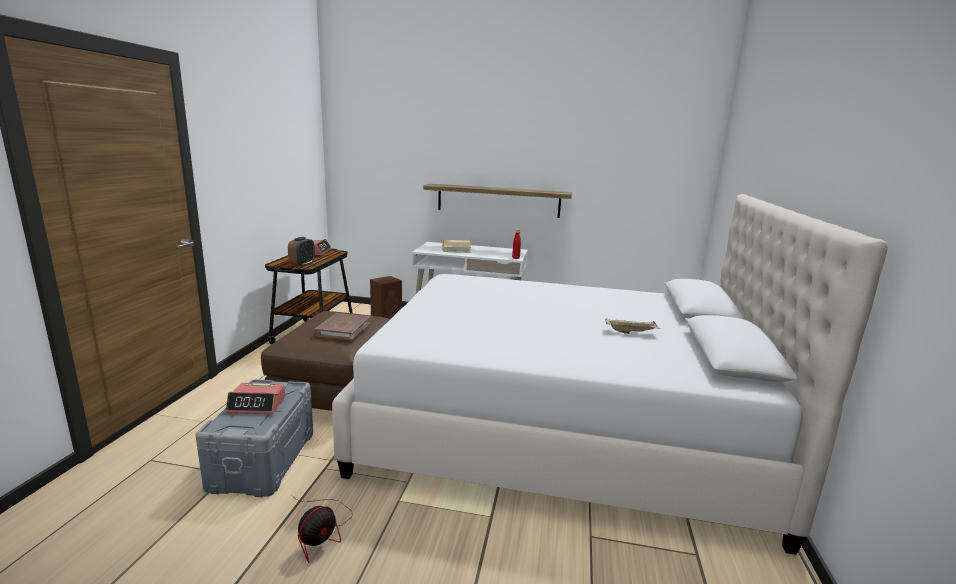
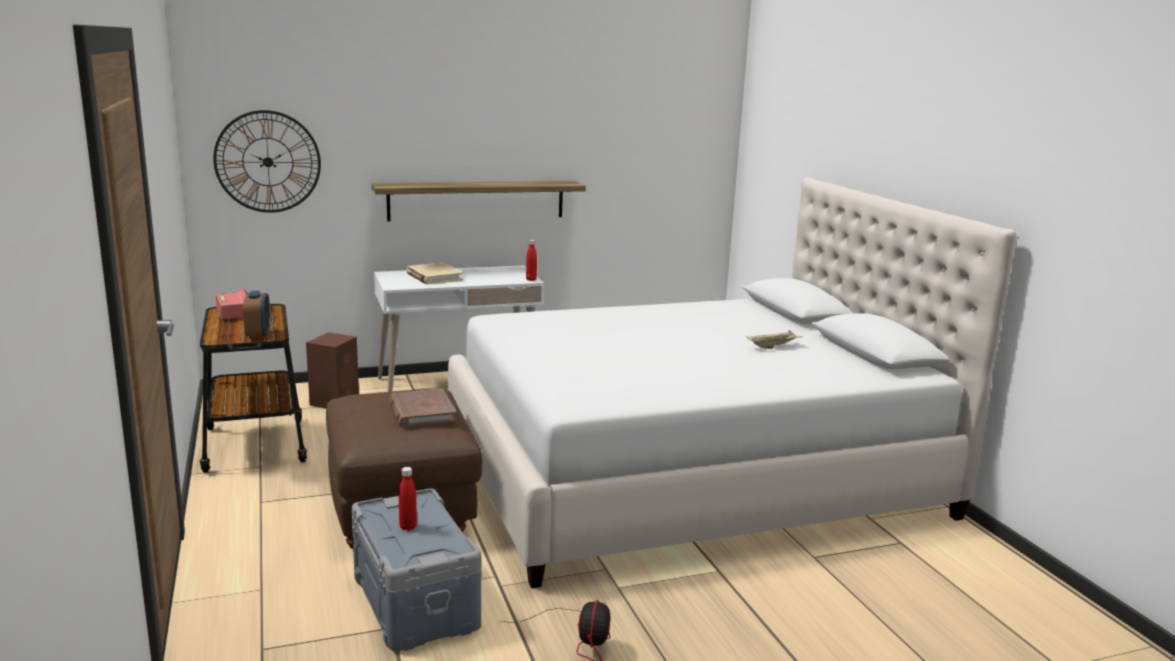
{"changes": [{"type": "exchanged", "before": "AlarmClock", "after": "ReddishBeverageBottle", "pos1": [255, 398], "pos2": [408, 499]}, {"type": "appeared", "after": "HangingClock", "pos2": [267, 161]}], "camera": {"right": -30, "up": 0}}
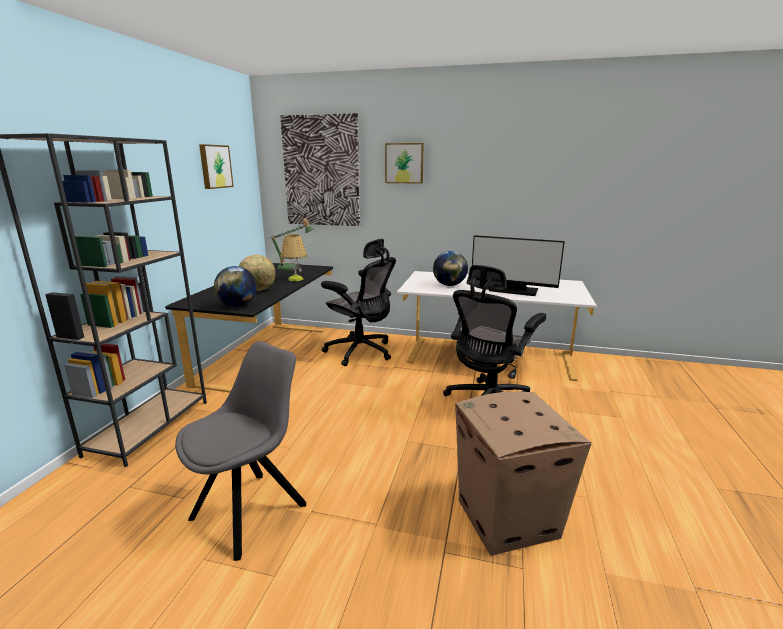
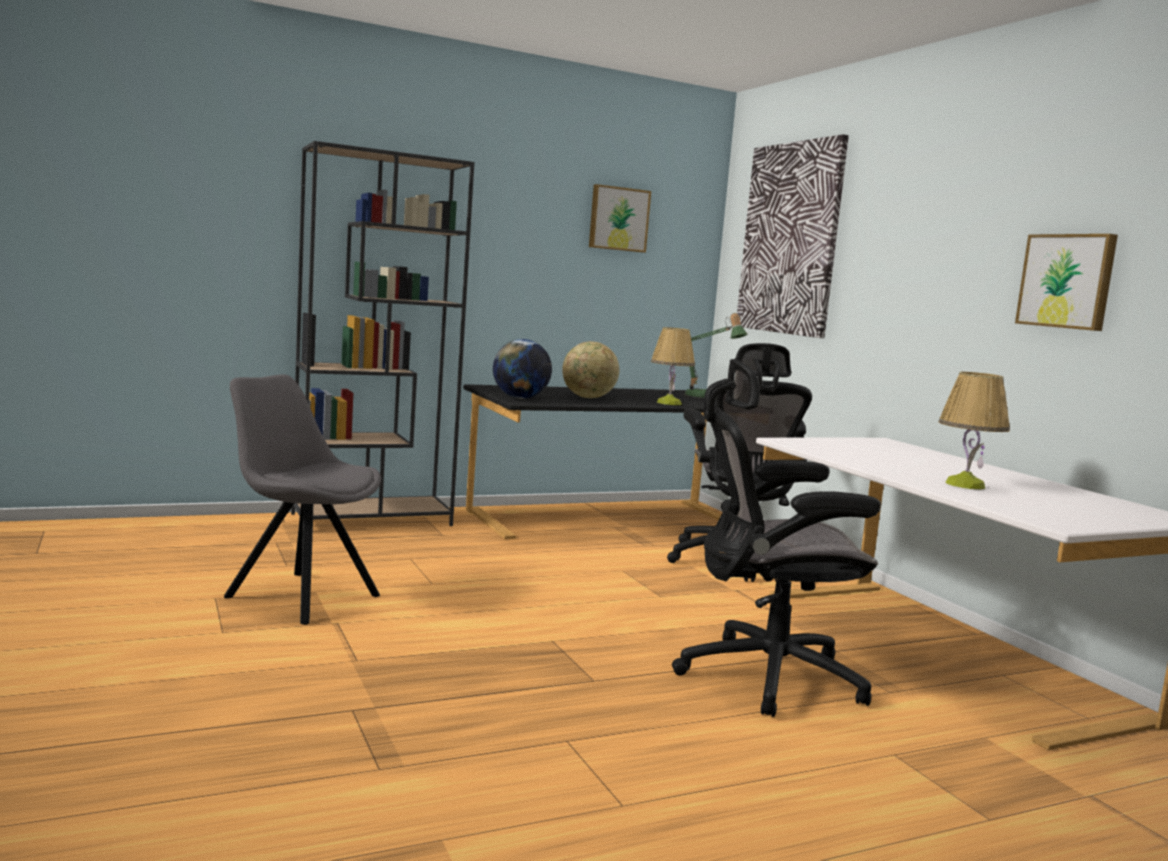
{"changes": [{"type": "spun", "before": "GreyishPlainChair", "pos1": [240, 451], "pos2": [302, 499], "turn": -150}, {"type": "relocated", "before": "WallPicture", "pos1": [404, 163], "pos2": [1066, 282]}, {"type": "missing", "before": "Globe", "pos1": [450, 268]}, {"type": "missing", "before": "PackingBox", "pos1": [523, 473]}, {"type": "exchanged", "before": "ComputerDisplay", "after": "LampForATable", "pos1": [518, 265], "pos2": [974, 430]}], "camera": {"right": 50, "up": -10}}
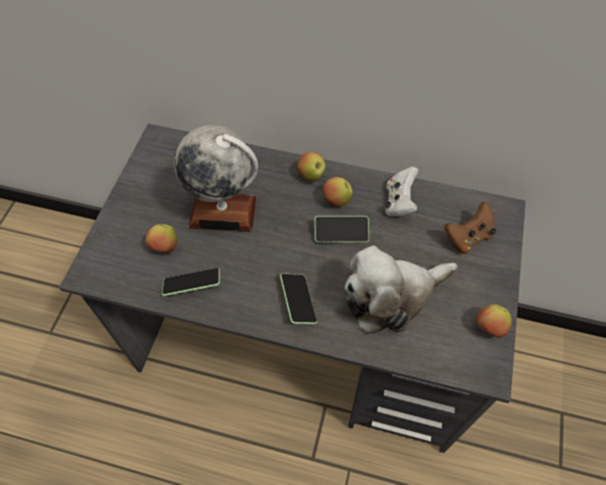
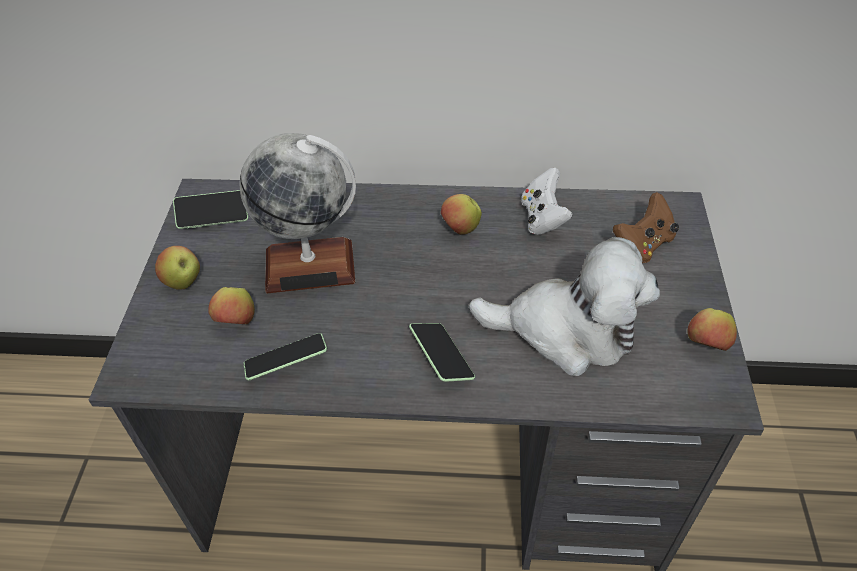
{"changes": [{"type": "relocated", "before": "WholeApple", "pos1": [311, 167], "pos2": [177, 268]}, {"type": "relocated", "before": "Telephone", "pos1": [341, 229], "pos2": [210, 209]}, {"type": "spun", "before": "SoftToy", "pos1": [401, 289], "pos2": [564, 306], "turn": -135}], "camera": {"right": -10, "up": -10}}
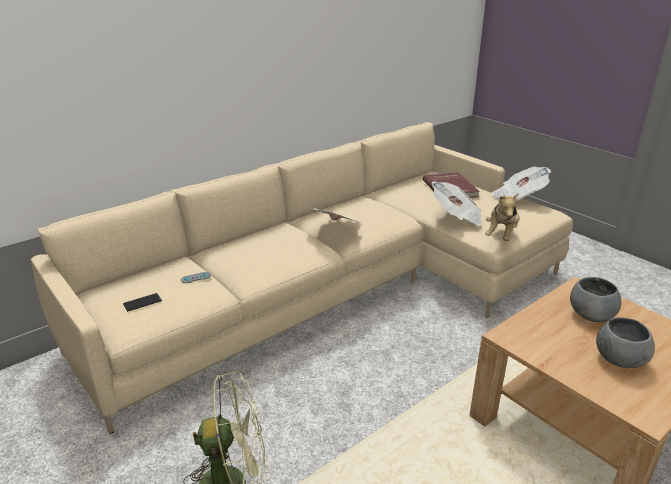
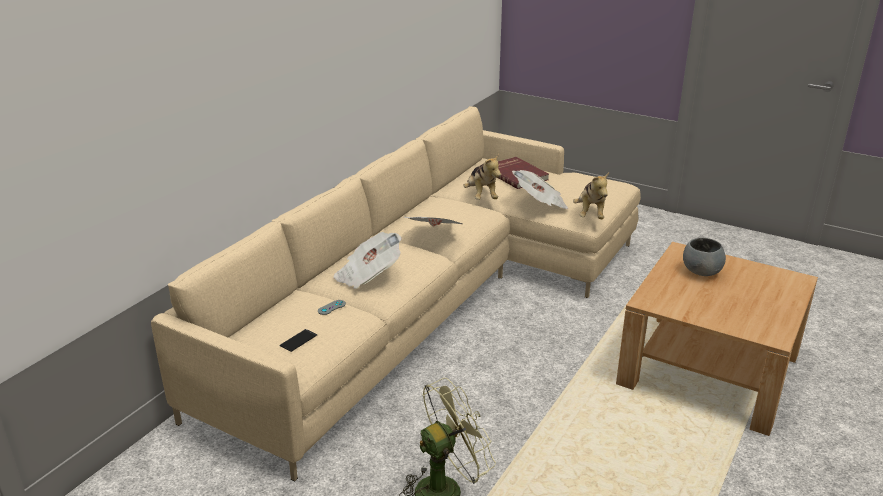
{"changes": [{"type": "relocated", "before": "PrintedPaper", "pos1": [521, 184], "pos2": [368, 260]}, {"type": "missing", "before": "GreyishDeepDish", "pos1": [625, 342]}, {"type": "appeared", "after": "SoftToy", "pos2": [482, 177]}], "camera": {"right": -20, "up": 0}}
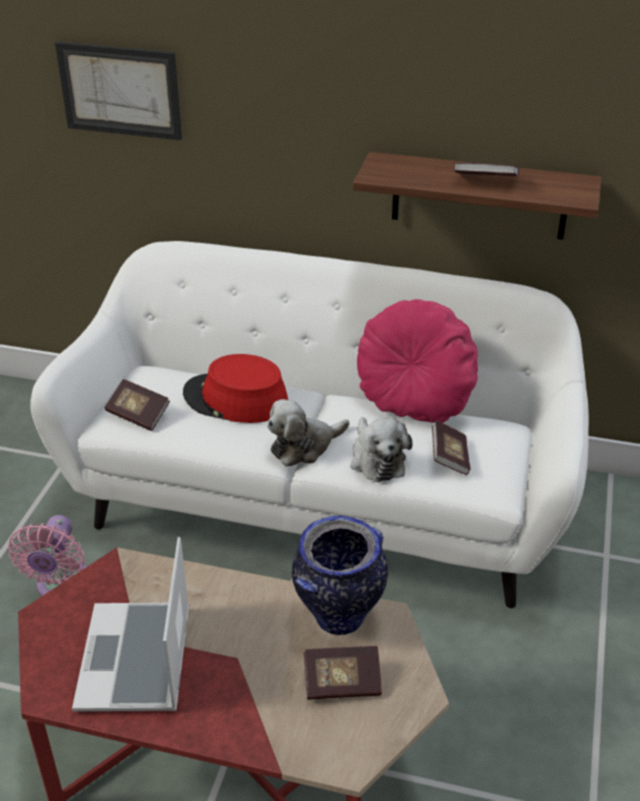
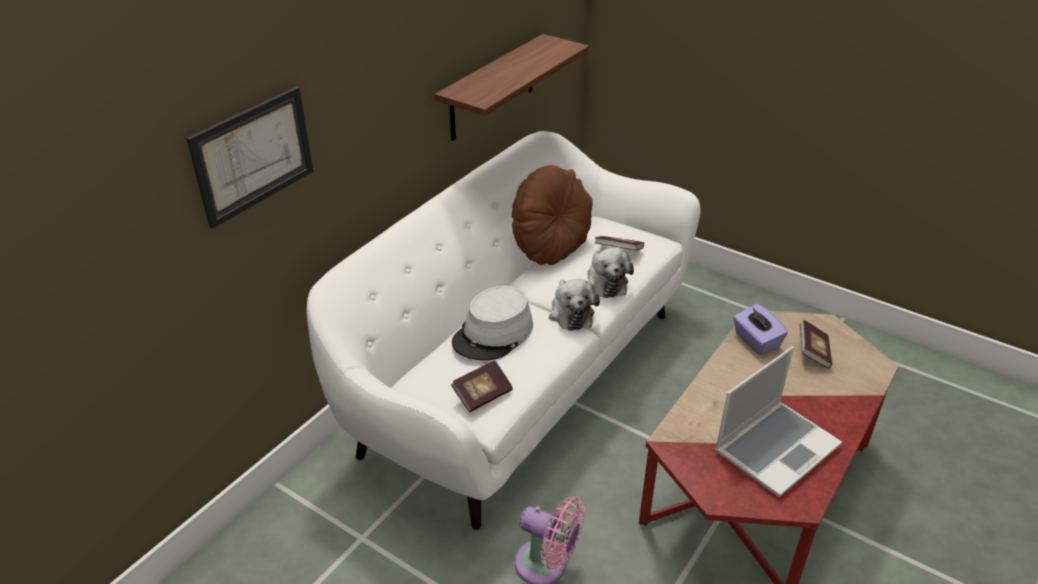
{"changes": [{"type": "spun", "before": "PortableComputer", "pos1": [130, 624], "pos2": [778, 421], "turn": -60}, {"type": "colour", "before": "ReddishWearableHat", "after": "GreyishWearableHat", "pos1": [235, 388], "pos2": [492, 323]}, {"type": "exchanged", "before": "DecorativeVase", "after": "PurplishTissueBox", "pos1": [340, 575], "pos2": [760, 329]}, {"type": "spun", "before": "SoftToy", "pos1": [381, 450], "pos2": [610, 273], "turn": 75}, {"type": "colour", "before": "PinkishPillow", "after": "BrownPillow", "pos1": [417, 361], "pos2": [552, 215]}, {"type": "missing", "before": "Book", "pos1": [486, 169]}], "camera": {"right": -70, "up": 0}}
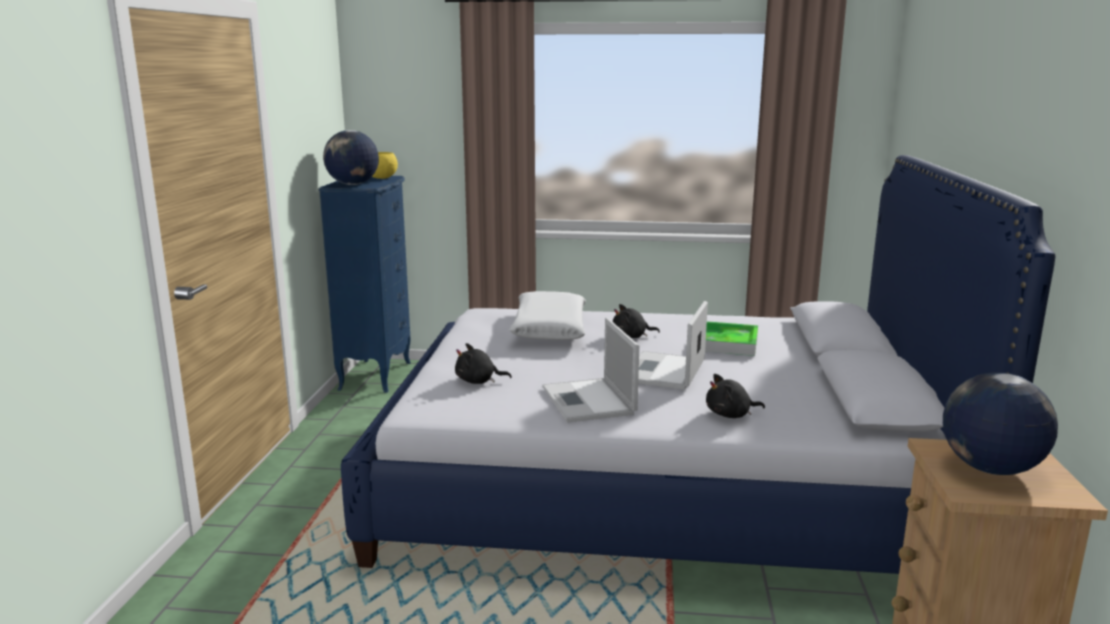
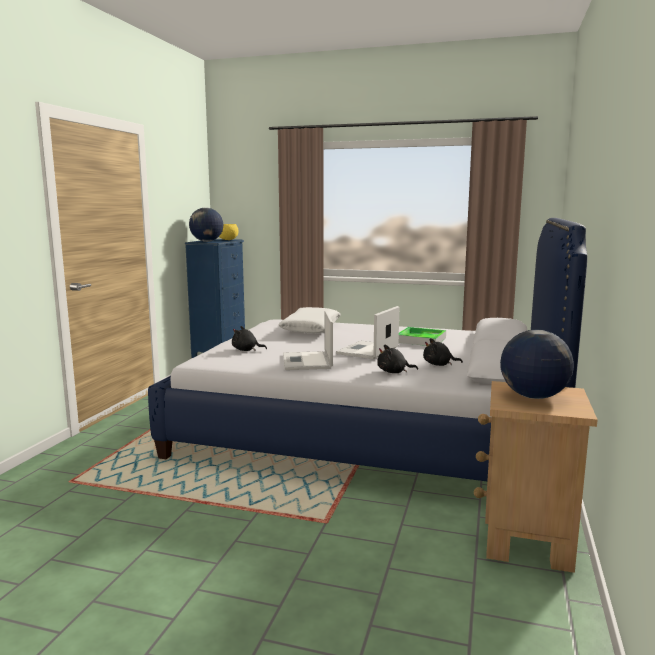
{"changes": [{"type": "relocated", "before": "BlackSoftToy", "pos1": [636, 321], "pos2": [443, 352]}], "camera": {"right": 10, "up": -5}}
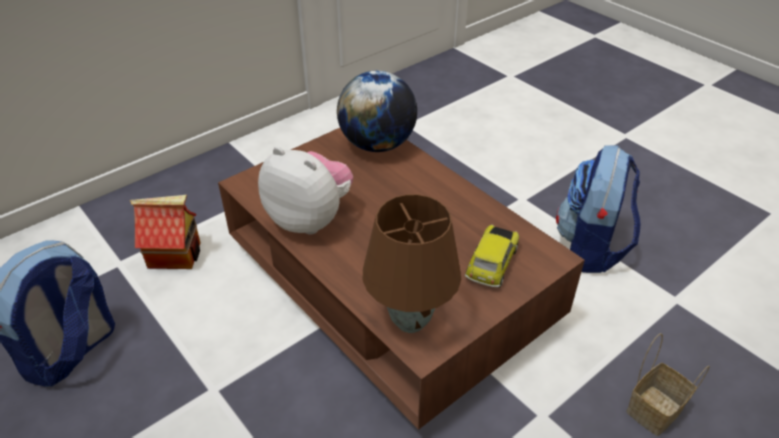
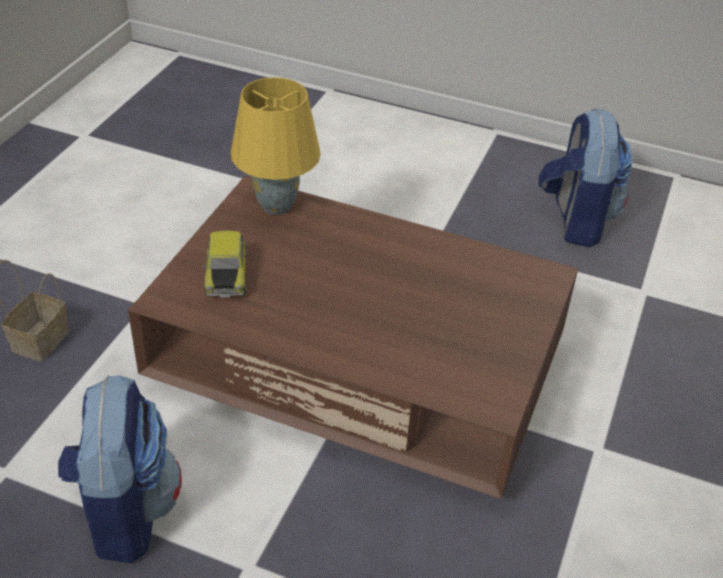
{"changes": [{"type": "missing", "before": "ToyHouse", "pos1": [165, 232]}, {"type": "missing", "before": "SoftToy", "pos1": [305, 191]}, {"type": "missing", "before": "Globe", "pos1": [377, 111]}, {"type": "colour", "before": "BrownLampForATable", "after": "YellowColouredLampForATable", "pos1": [412, 263], "pos2": [276, 146]}], "camera": {"right": 150, "up": 0}}
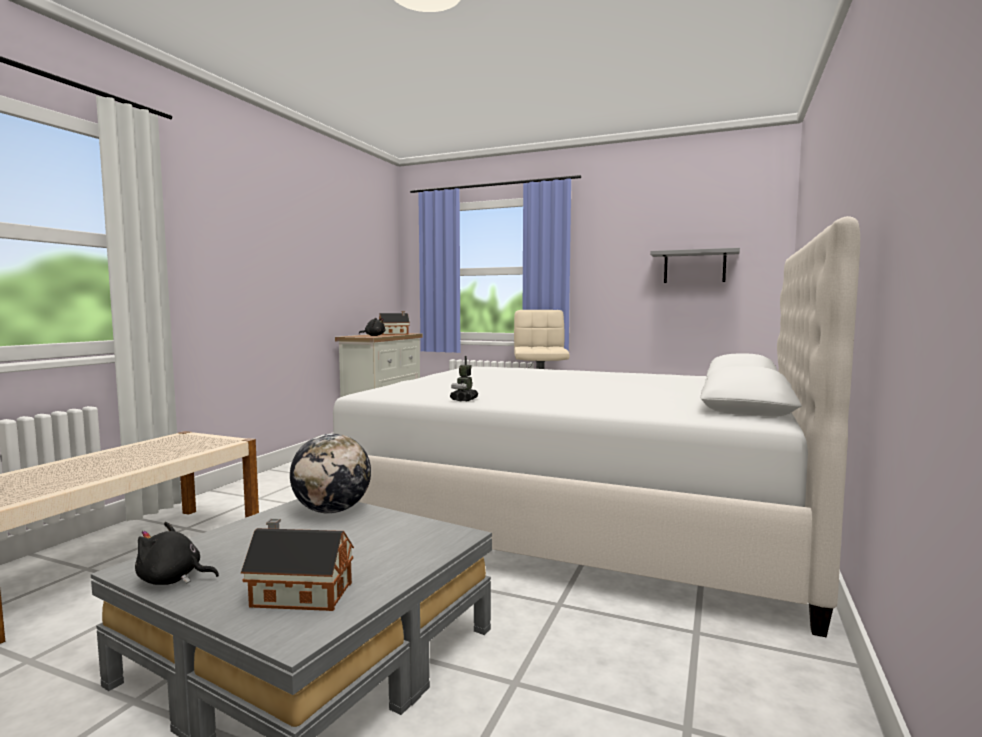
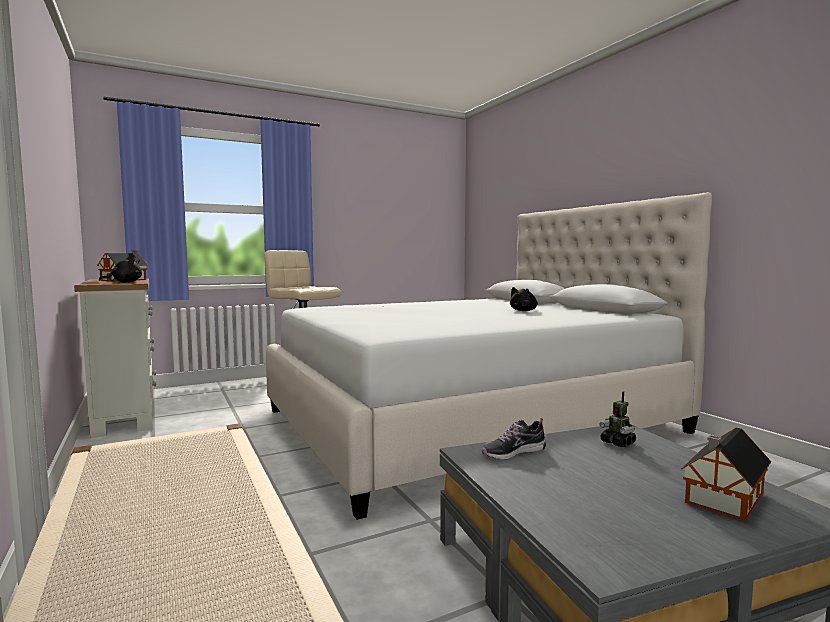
{"changes": [{"type": "relocated", "before": "BlackSoftToy", "pos1": [177, 553], "pos2": [524, 299]}, {"type": "exchanged", "before": "Globe", "after": "Shoe", "pos1": [330, 473], "pos2": [514, 439]}, {"type": "relocated", "before": "ToyRobot", "pos1": [464, 378], "pos2": [617, 419]}, {"type": "missing", "before": "GreyishShelf", "pos1": [695, 265]}], "camera": {"right": -50, "up": 0}}
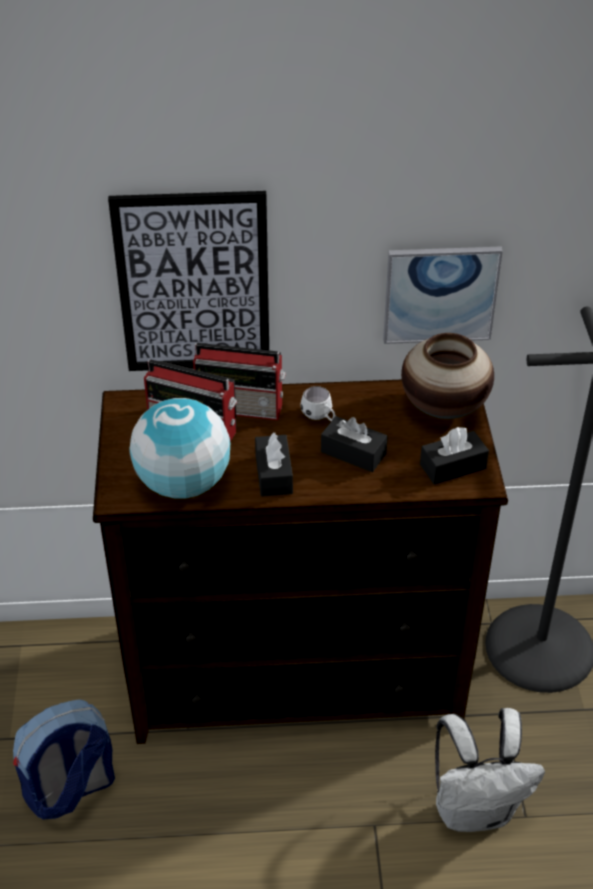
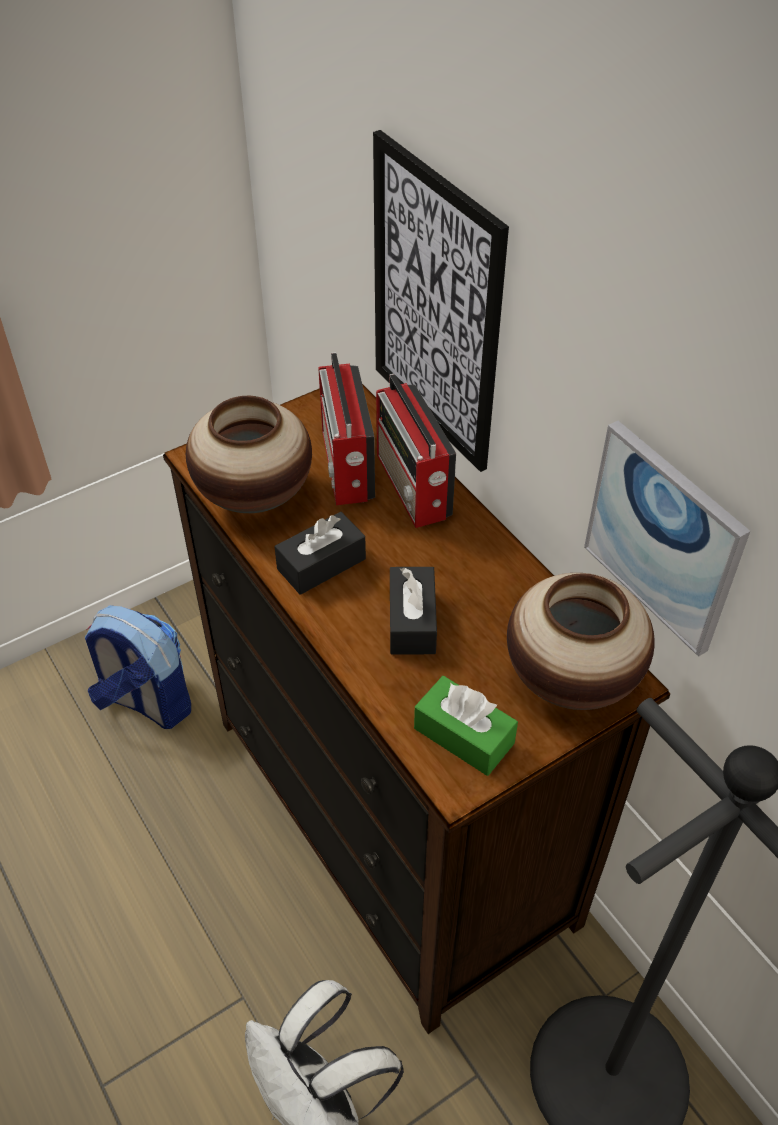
{"changes": [{"type": "exchanged", "before": "Globe", "after": "DecorativeVase", "pos1": [180, 448], "pos2": [249, 454]}, {"type": "missing", "before": "WhitishMug", "pos1": [317, 403]}, {"type": "colour", "before": "BlackTissueBox", "after": "GreenishTissueBox", "pos1": [454, 456], "pos2": [466, 726]}], "camera": {"right": 60, "up": 5}}
